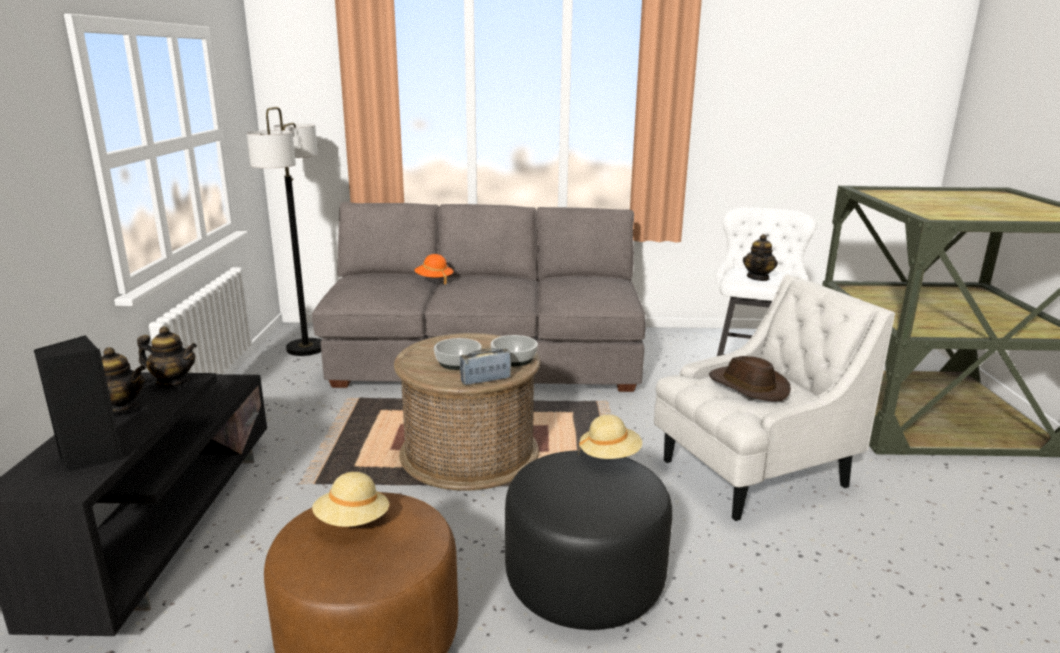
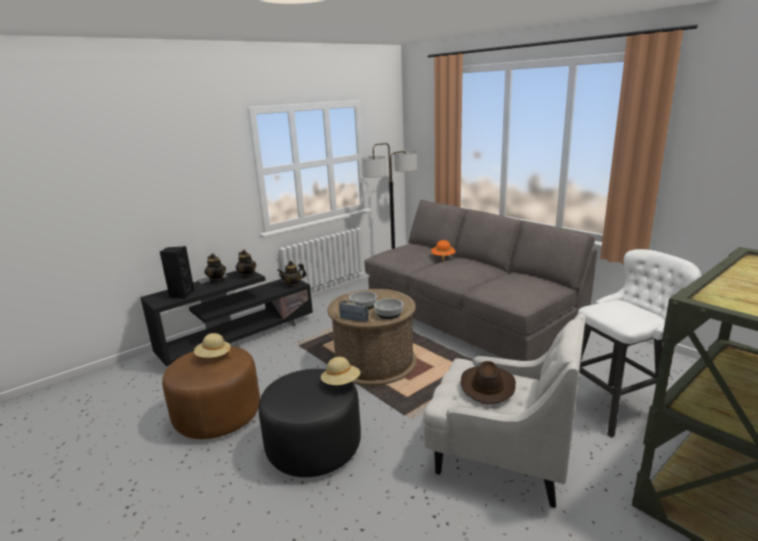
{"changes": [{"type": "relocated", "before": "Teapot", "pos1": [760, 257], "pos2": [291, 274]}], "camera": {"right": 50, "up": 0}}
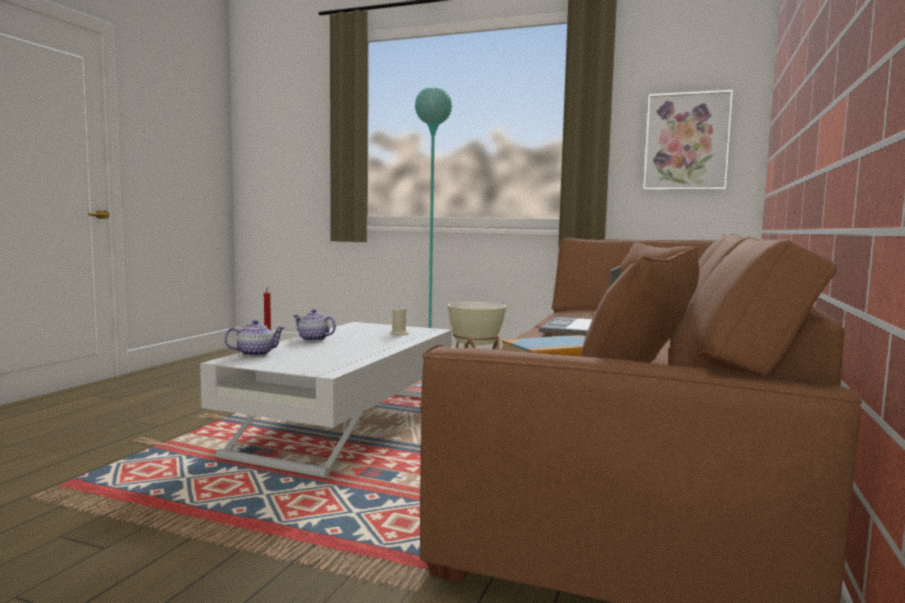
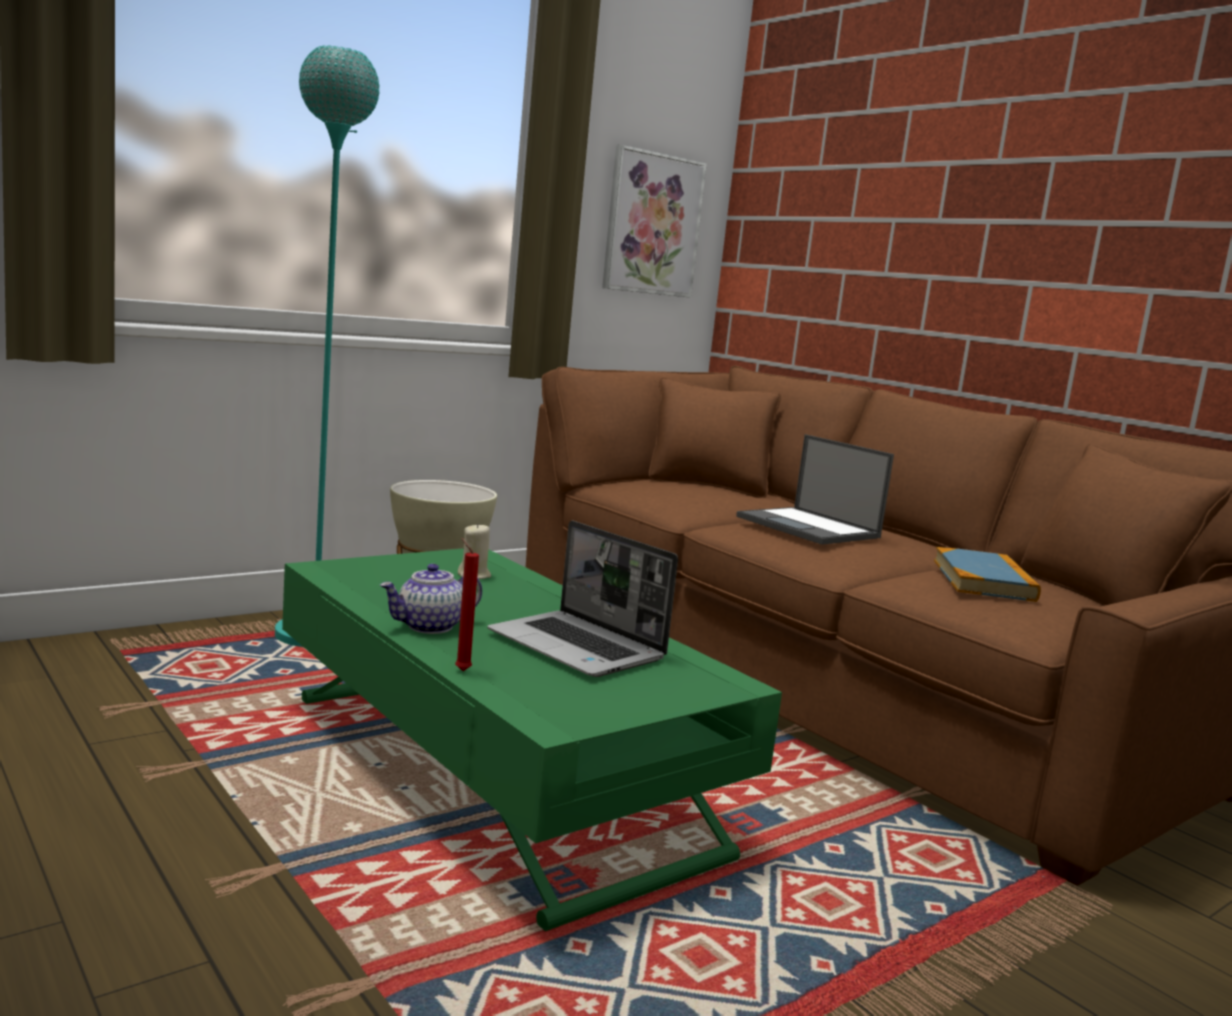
{"changes": [{"type": "colour", "before": "WhitishLowTable", "after": "GreenishLowTable", "pos1": [326, 400], "pos2": [532, 739]}, {"type": "missing", "before": "Teapot", "pos1": [254, 338]}, {"type": "appeared", "after": "PortableComputer", "pos2": [582, 599]}], "camera": {"right": -60, "up": 5}}
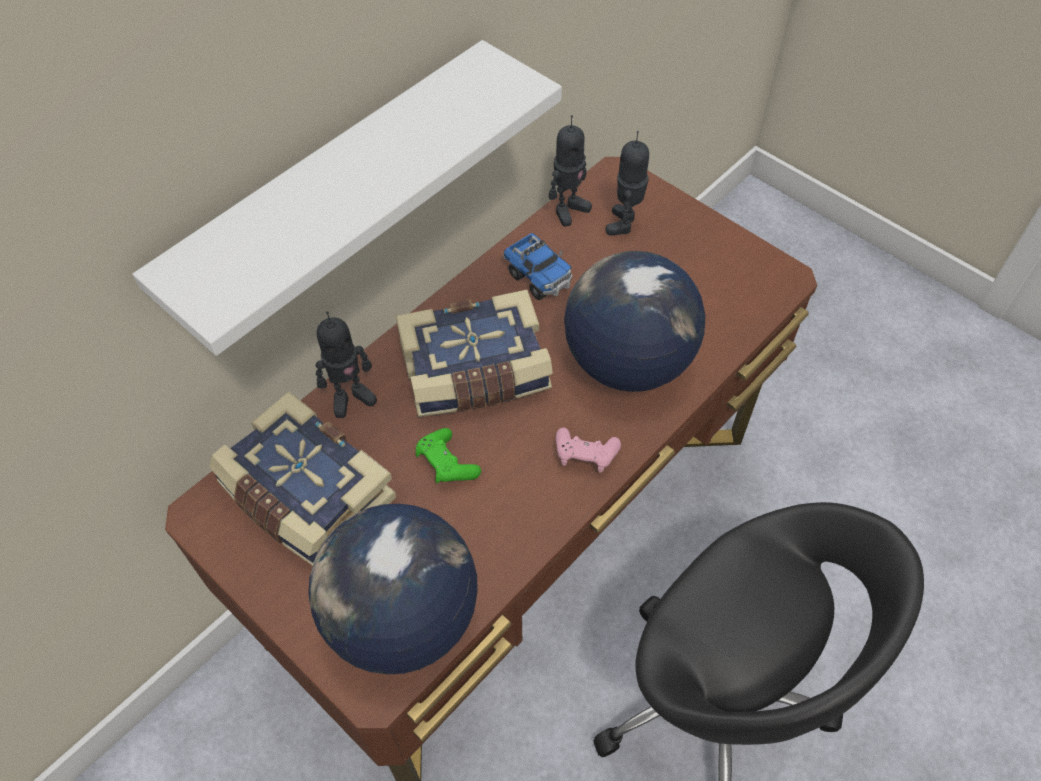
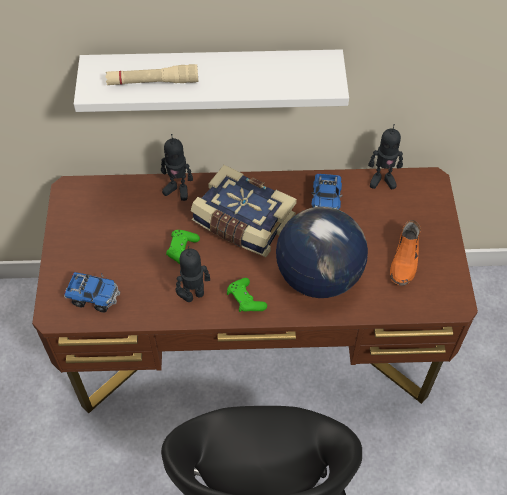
{"changes": [{"type": "missing", "before": "Book", "pos1": [303, 478]}, {"type": "exchanged", "before": "Globe", "after": "ToyLorry", "pos1": [393, 589], "pos2": [92, 292]}, {"type": "colour", "before": "PinkishGameController", "after": "GreenishGameController", "pos1": [588, 450], "pos2": [247, 295]}, {"type": "relocated", "before": "ToyRobot", "pos1": [627, 183], "pos2": [193, 274]}, {"type": "appeared", "after": "SandColouredHandTorch", "pos2": [151, 74]}, {"type": "appeared", "after": "OrangeShoe", "pos2": [405, 253]}], "camera": {"right": 45, "up": 0}}
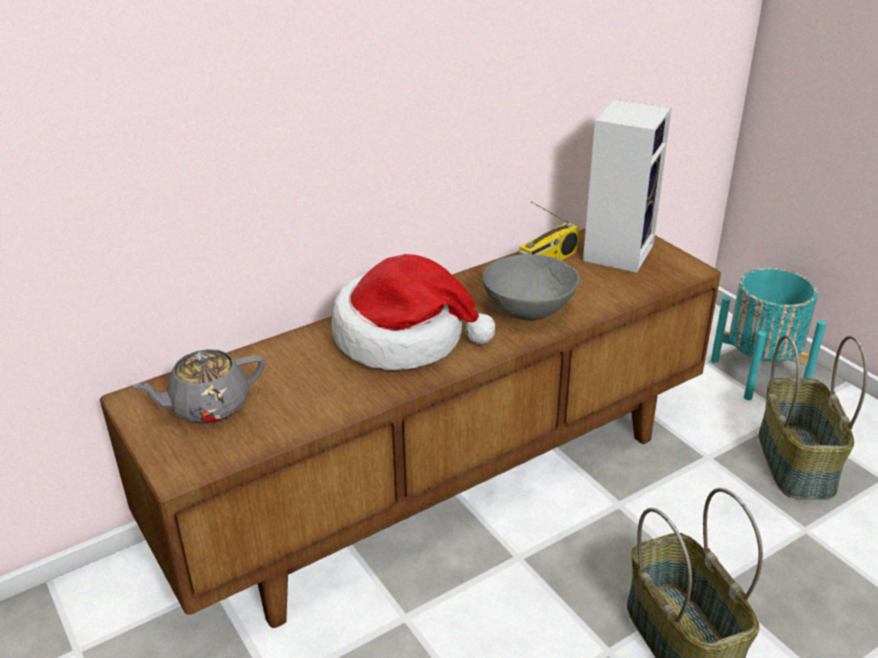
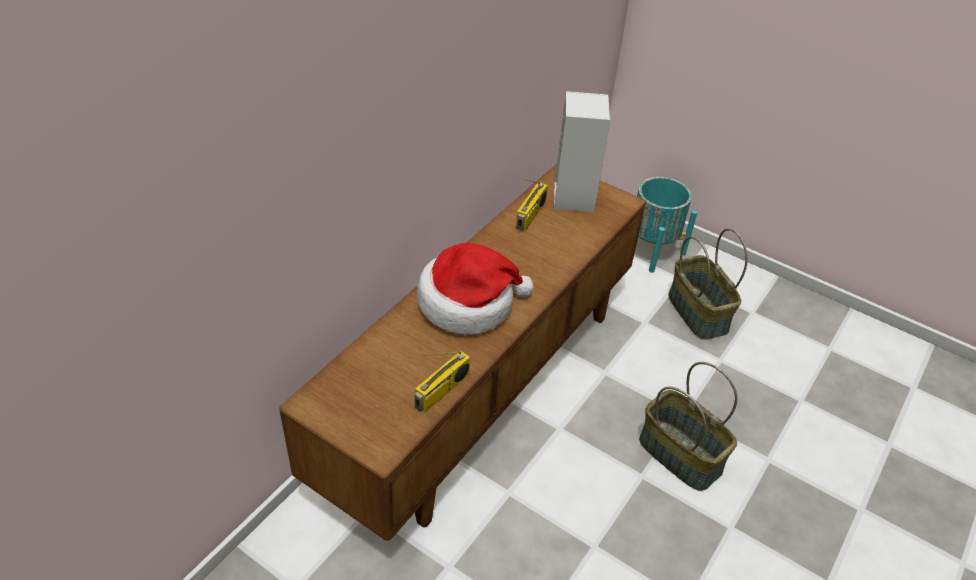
{"changes": [{"type": "missing", "before": "GreyishTeapot", "pos1": [198, 386]}, {"type": "missing", "before": "GreyishDeepDish", "pos1": [531, 287]}, {"type": "appeared", "after": "RadioSet", "pos2": [442, 381]}], "camera": {"right": -25, "up": 10}}
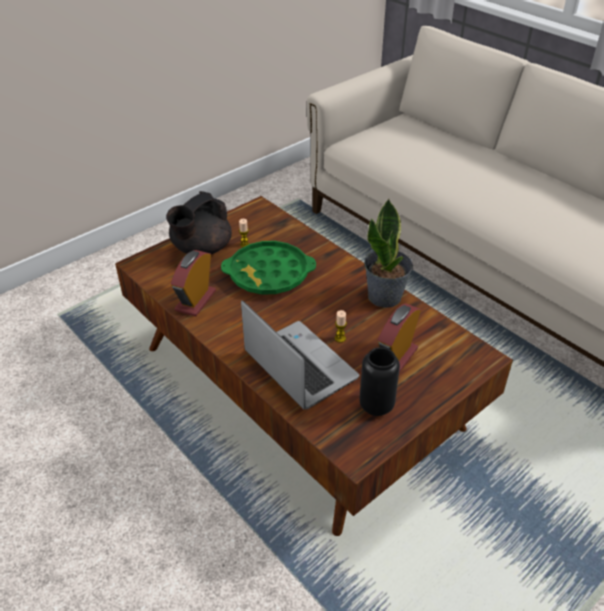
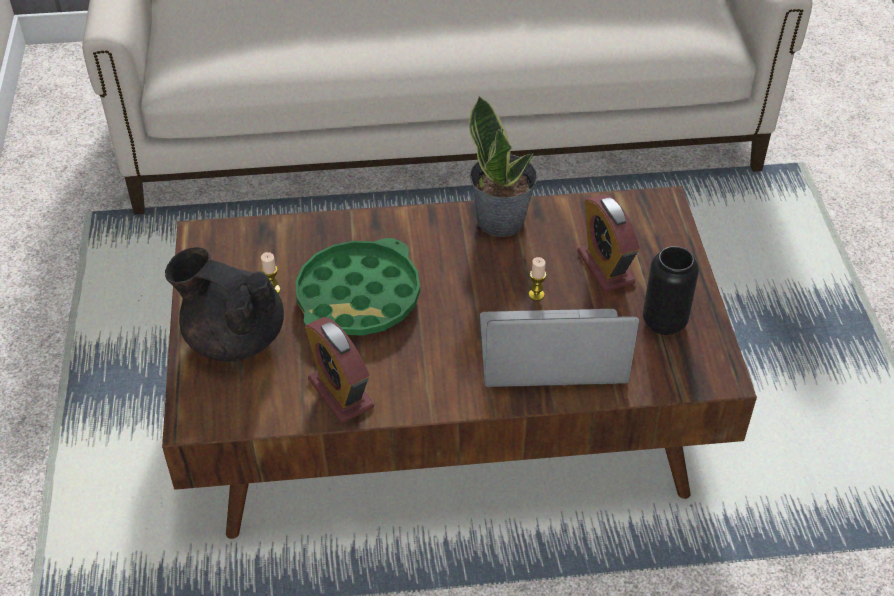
{"changes": [{"type": "spun", "before": "BlackTeapot", "pos1": [199, 222], "pos2": [224, 304], "turn": 135}], "camera": {"right": -55, "up": 5}}
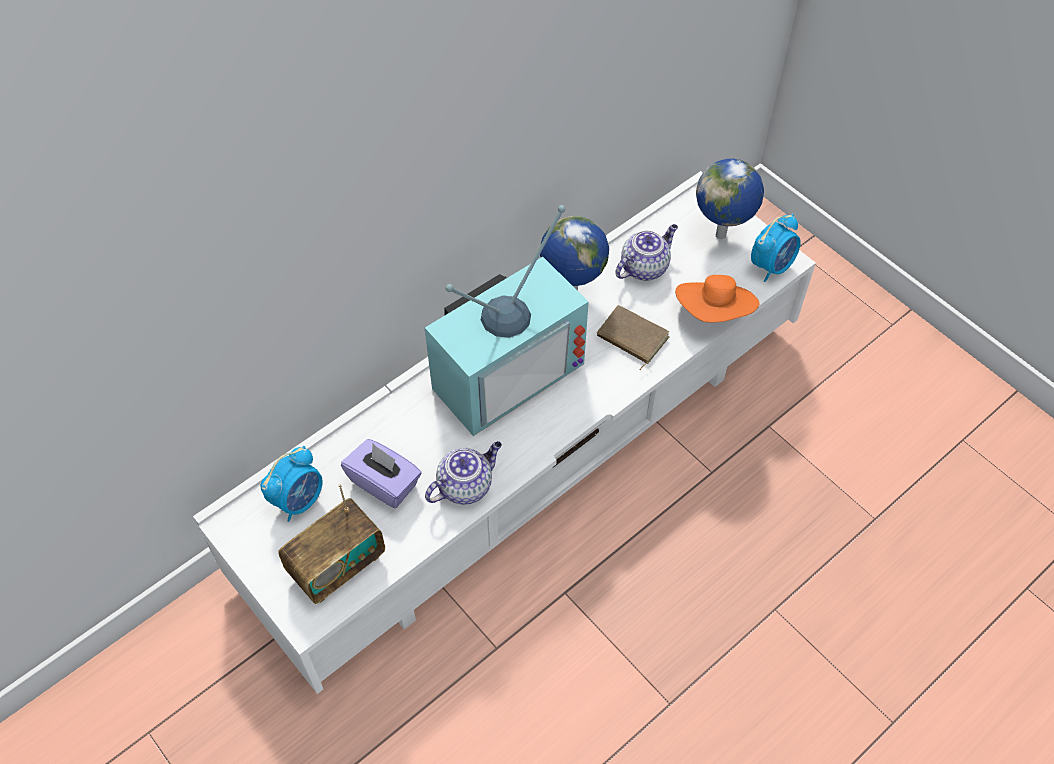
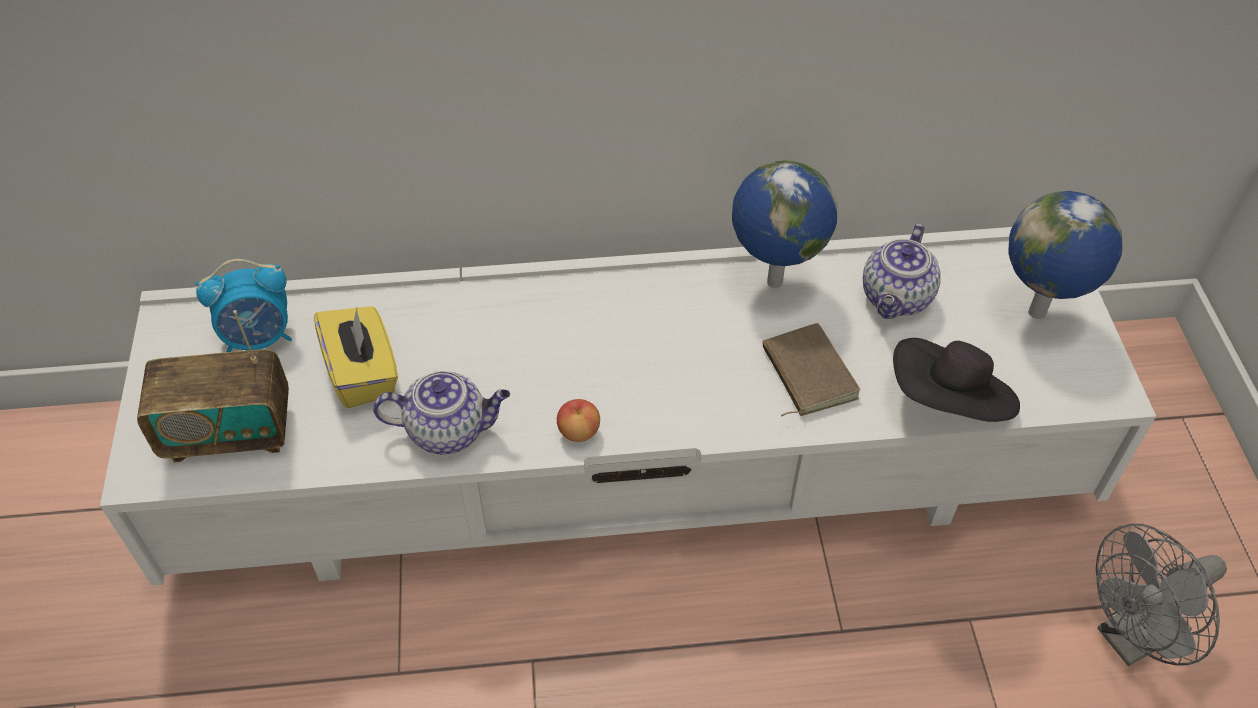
{"changes": [{"type": "colour", "before": "PurplishTissueBox", "after": "YellowColouredTissueBox", "pos1": [381, 474], "pos2": [356, 357]}, {"type": "missing", "before": "Television", "pos1": [507, 320]}, {"type": "spun", "before": "Teapot", "pos1": [646, 252], "pos2": [902, 271], "turn": 120}, {"type": "colour", "before": "OrangeWearableHat", "after": "BlackWearableHat", "pos1": [717, 299], "pos2": [956, 380]}, {"type": "missing", "before": "AlarmClock", "pos1": [776, 248]}, {"type": "appeared", "after": "WholeApple", "pos2": [578, 420]}, {"type": "appeared", "after": "GreyishElectricFan", "pos2": [1161, 595]}], "camera": {"right": 35, "up": -5}}
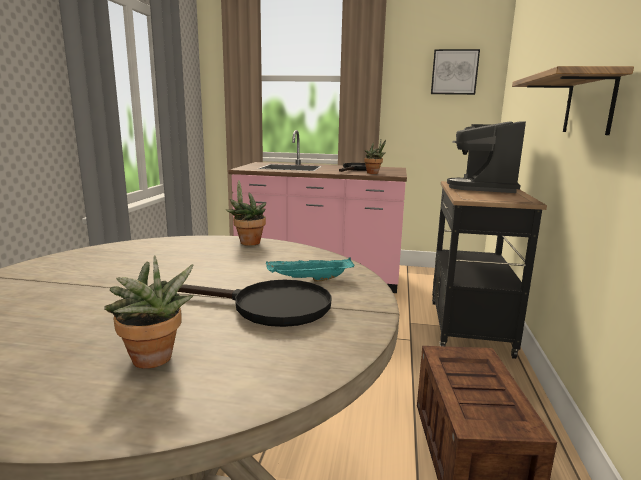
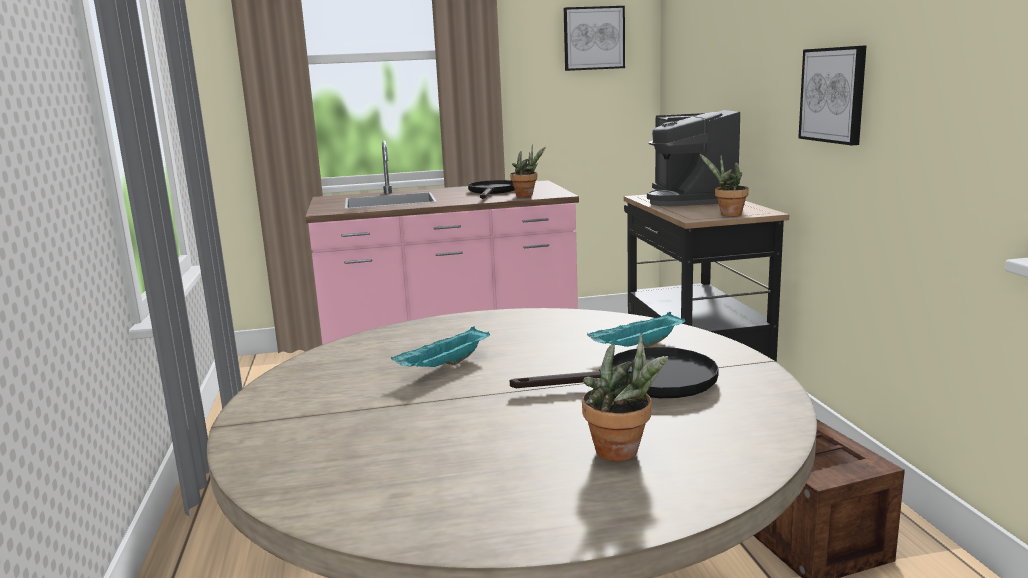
{"changes": [{"type": "relocated", "before": "Houseplant", "pos1": [246, 213], "pos2": [724, 185]}, {"type": "exchanged", "before": "Shelf", "after": "WallPicture", "pos1": [573, 100], "pos2": [832, 95]}, {"type": "appeared", "after": "TurquoiseTray", "pos2": [440, 346]}], "camera": {"right": -20, "up": 0}}
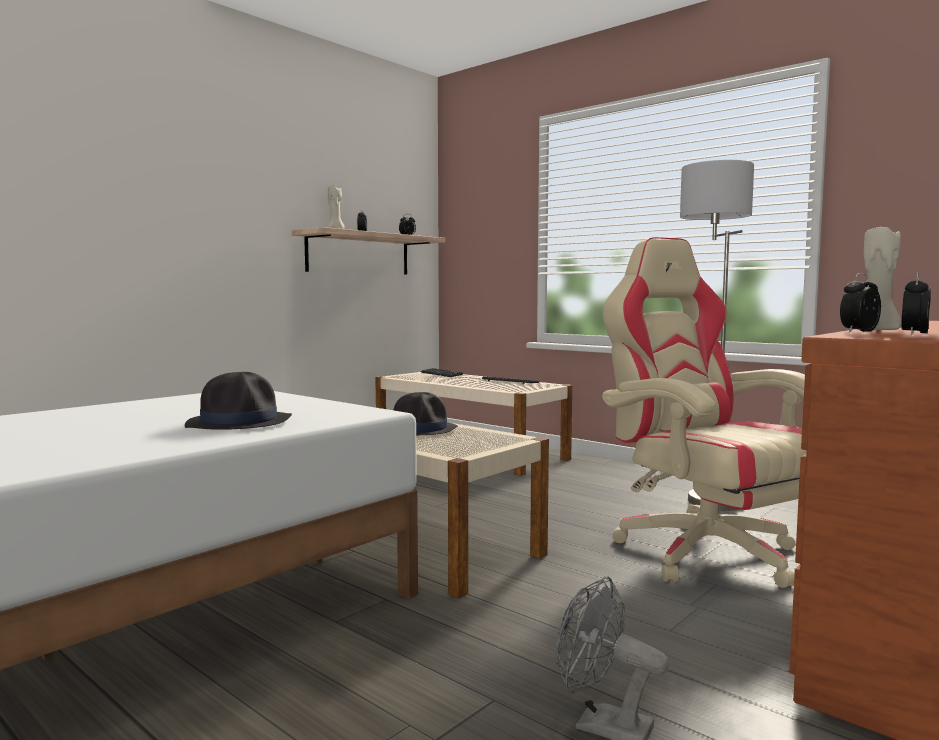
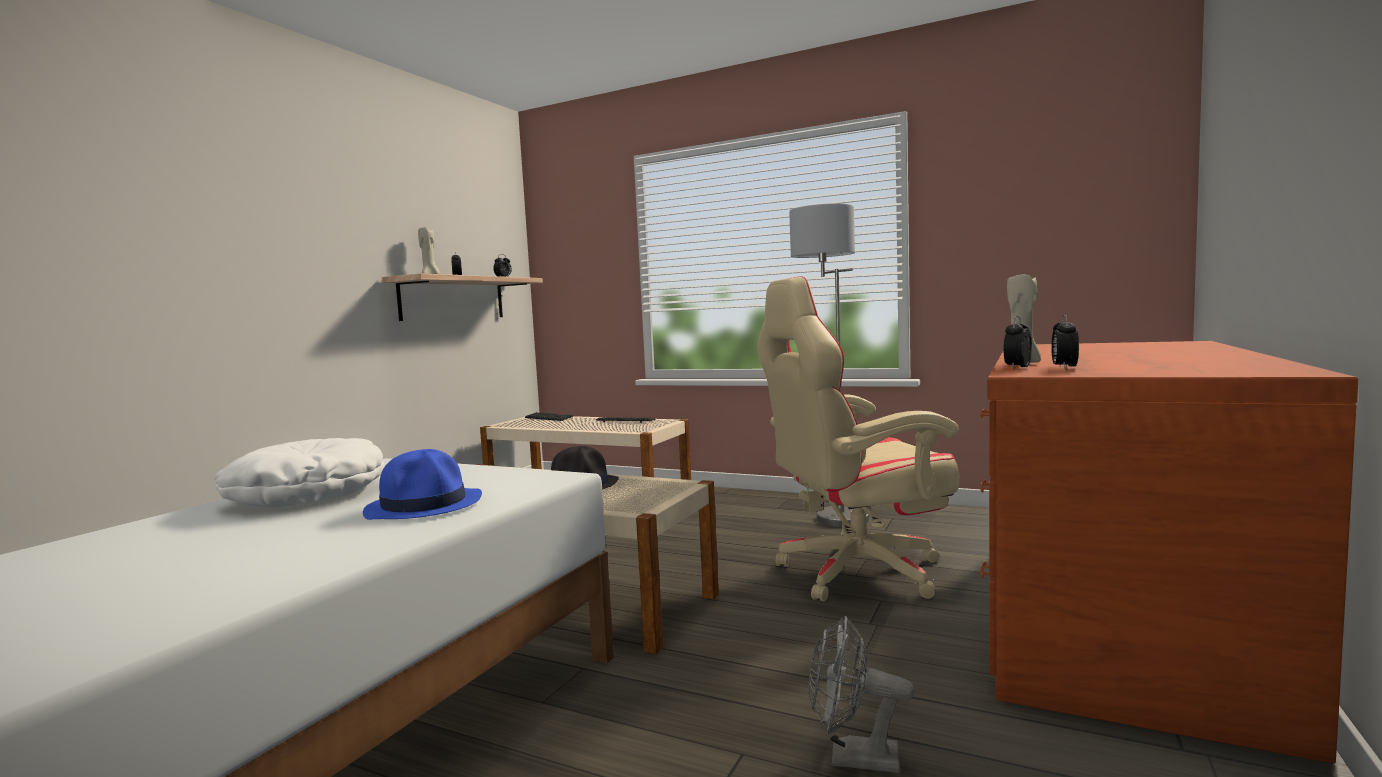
{"changes": [{"type": "colour", "before": "BlackWearableHat", "after": "BlueWearableHat", "pos1": [238, 401], "pos2": [422, 484]}, {"type": "spun", "before": "SandColouredComputerChair", "pos1": [704, 412], "pos2": [859, 439], "turn": -60}, {"type": "appeared", "after": "WhitishPillow", "pos2": [299, 472]}], "camera": {"right": -15, "up": 0}}
